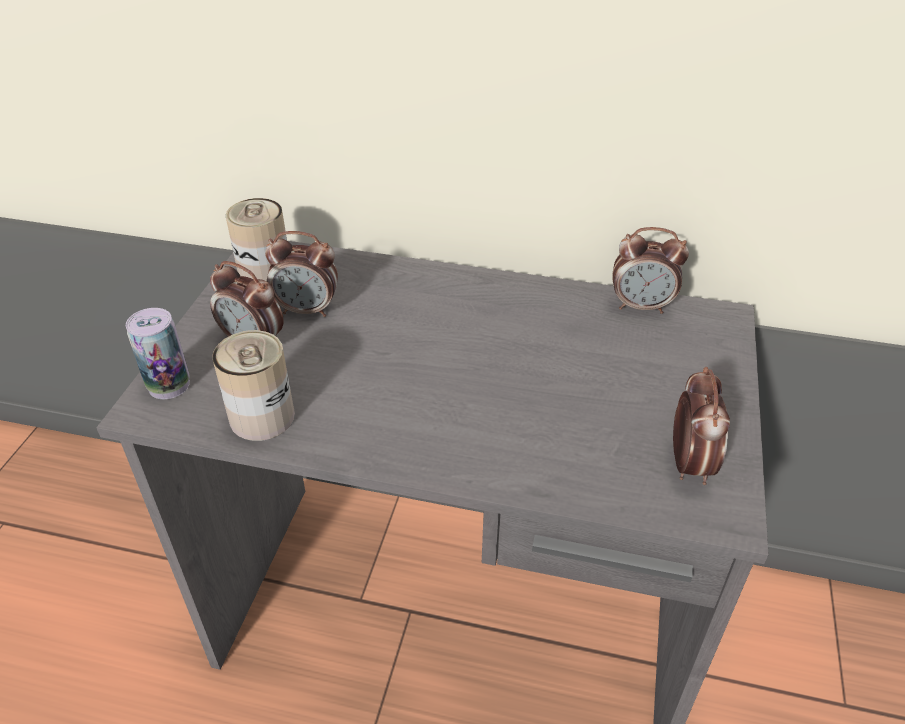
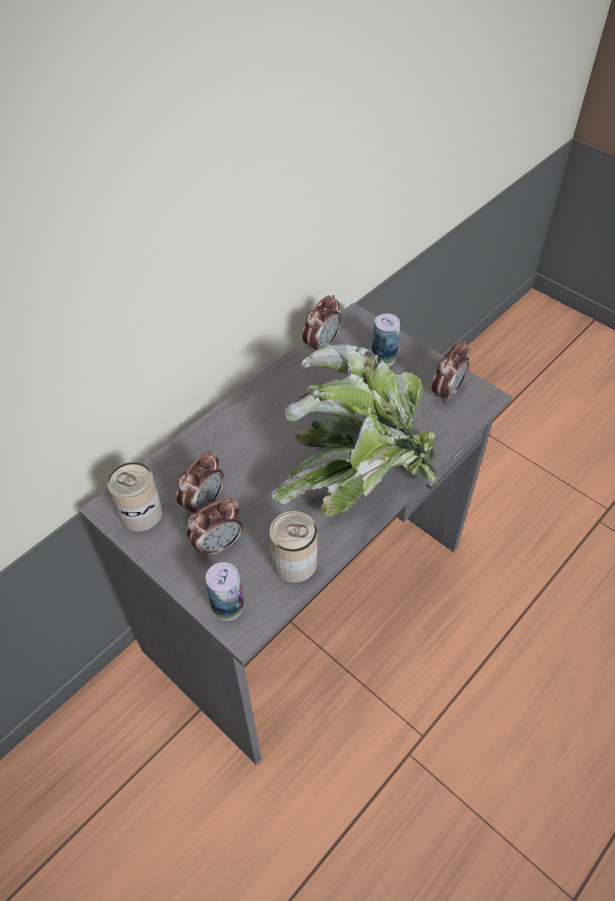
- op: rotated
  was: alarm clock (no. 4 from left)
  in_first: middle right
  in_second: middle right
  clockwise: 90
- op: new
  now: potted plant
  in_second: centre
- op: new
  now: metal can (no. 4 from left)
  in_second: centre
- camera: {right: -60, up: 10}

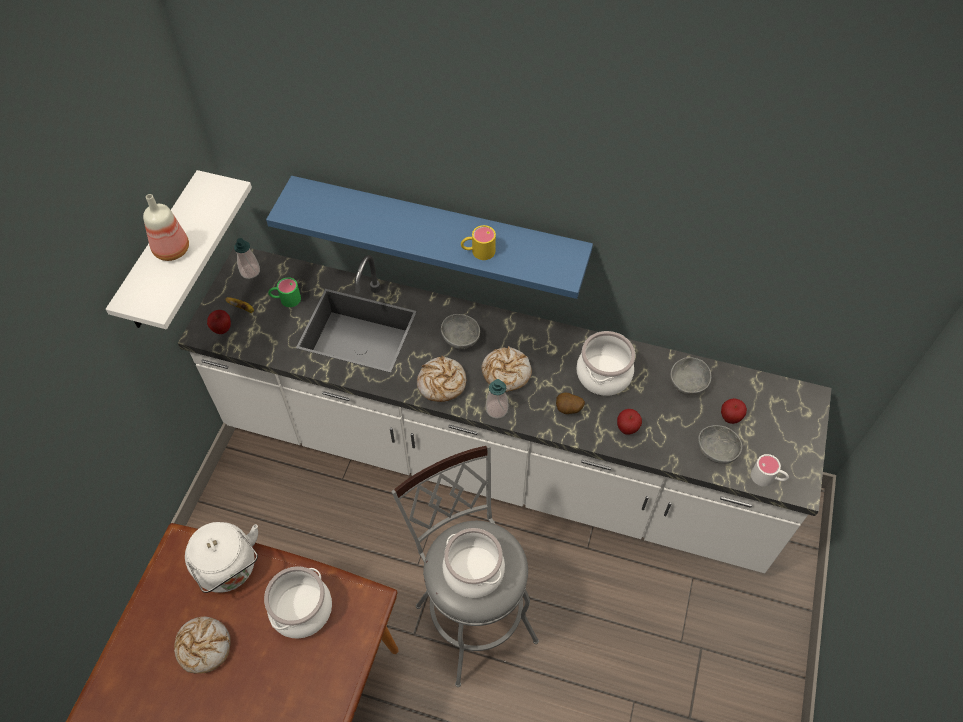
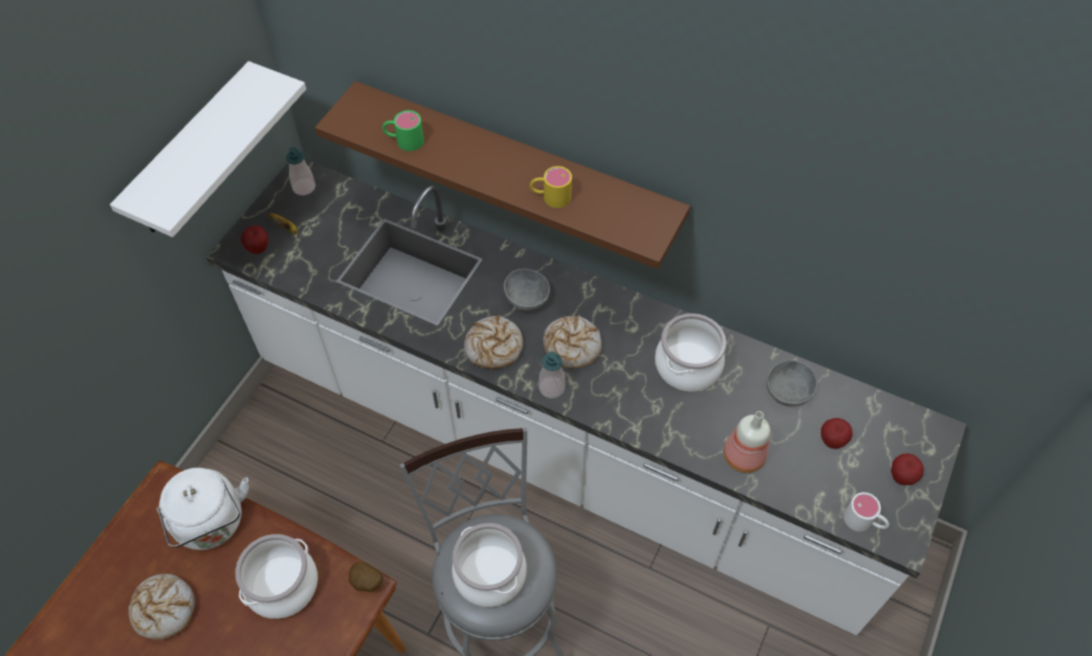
- op: shifted
  was: drink bottle
  in_first: top left
  in_second: bottom right
- op: repainted
  was: bluish shelf
  now: brownish shelf
  in_first: top centre
  in_second: top centre
- op: shifted
  was: green mug
  in_first: middle left
  in_second: top centre
- op: shifted
  was: spud
  in_first: centre
  in_second: bottom centre
- op: shifted
  was: apple (no. 2 from left in the first image)
  now: apple (no. 3 from left)
  in_first: centre
  in_second: bottom right
- op: gone
  was: greyish deep dish (no. 3 from left)
  in_first: middle right
- camera: {right: 10, up: 0}

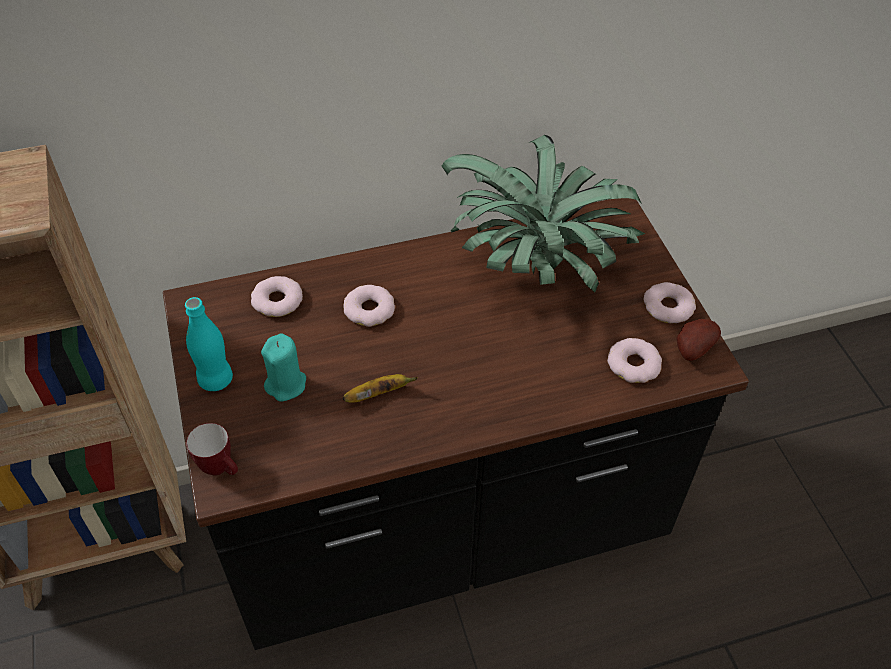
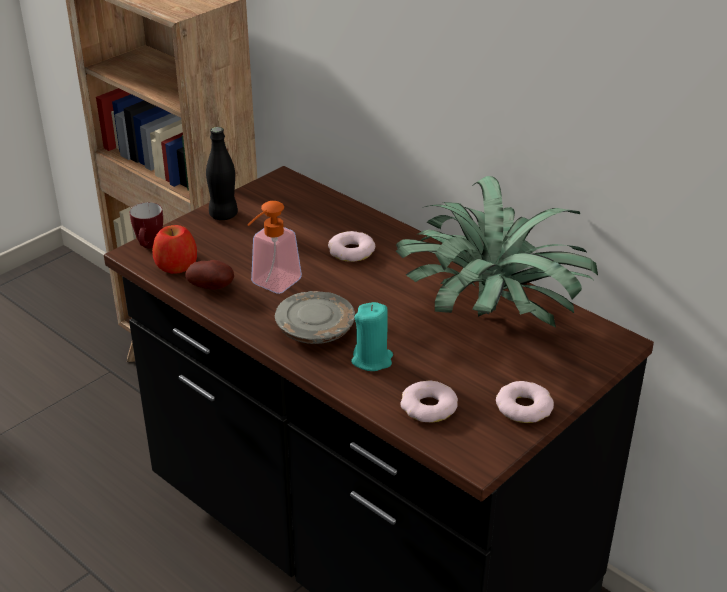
- op: repainted
  was: turquoise-coloured drink bottle
  now: blackish drink bottle
  in_first: middle left
  in_second: top left
- op: gone
  was: ring doughnut (no. 1 from left)
  in_first: middle left
- op: shifted
  was: turquoise-coloured candle
  in_first: middle left
  in_second: centre
- op: swapped
  was: banana
  now: liquid soap bottle
  in_first: centre
  in_second: centre
- op: shifted
  was: spud
  in_first: middle right
  in_second: middle left
- op: new
  now: apple
  in_second: middle left
- op: new
  now: greyish flat dish
  in_second: centre
- camera: {right: 60, up: -15}

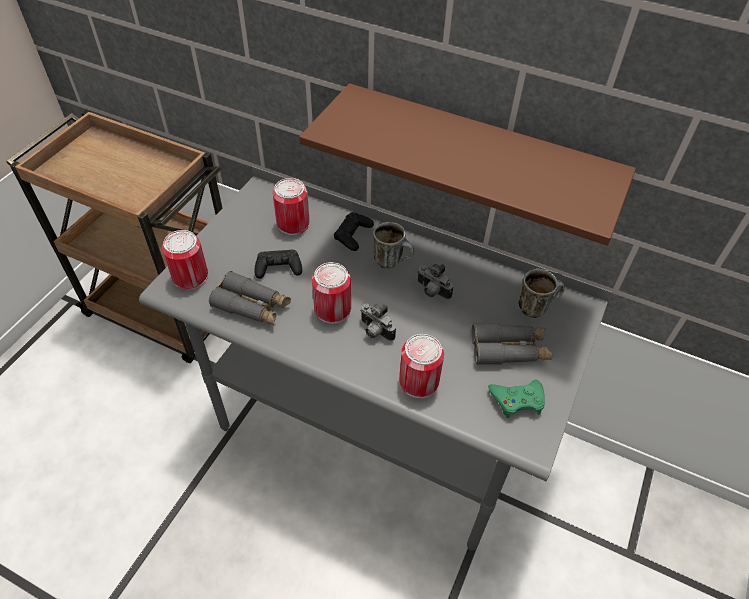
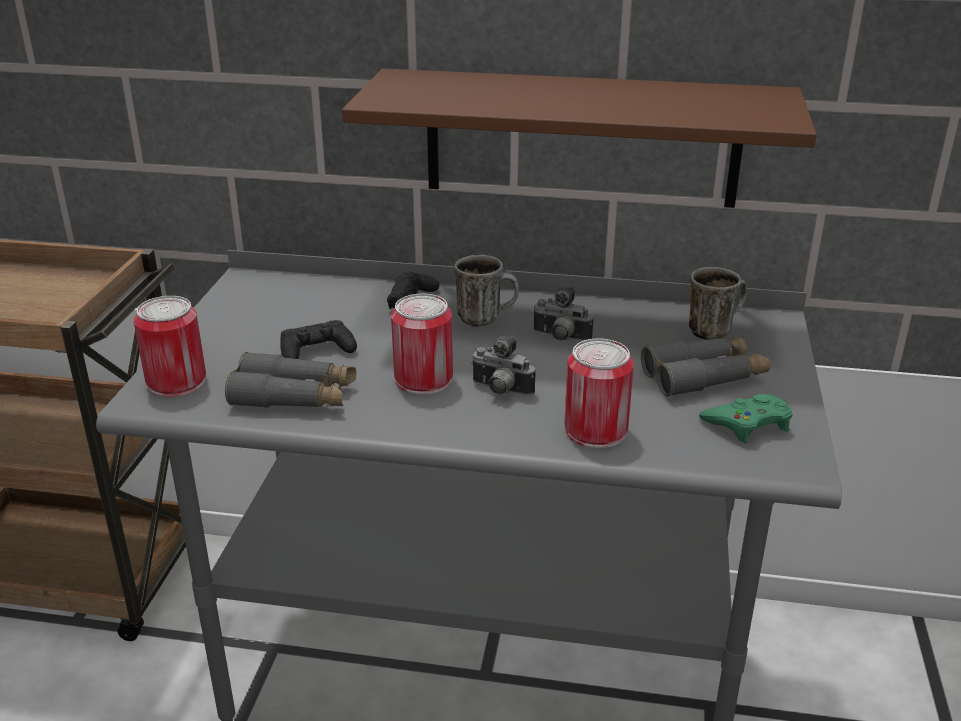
- op: gone
  was: metal can (no. 2 from left)
  in_first: centre
- camera: {right: -15, up: -20}

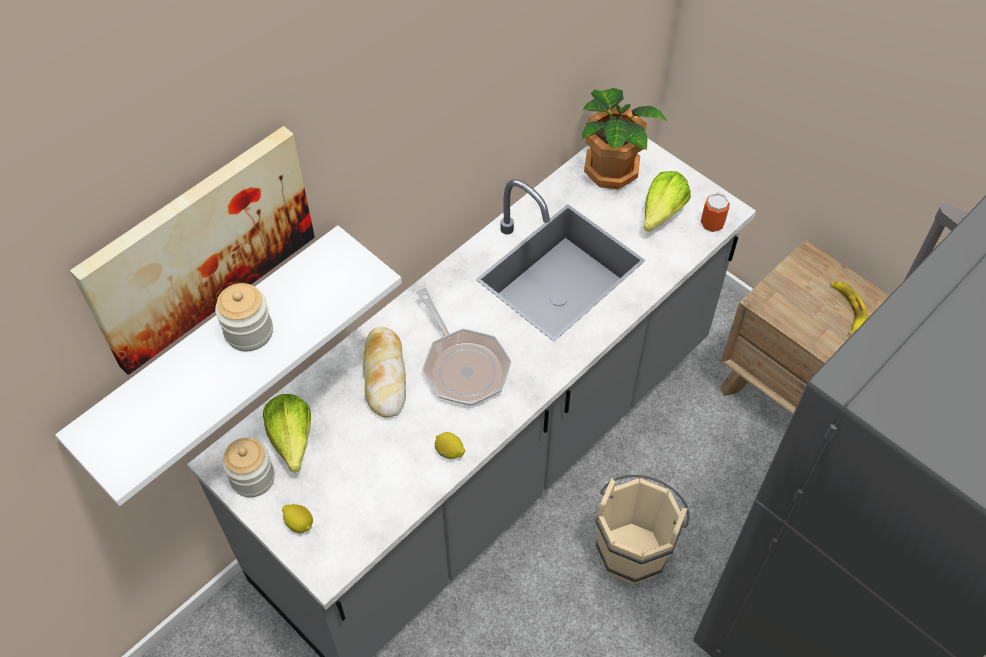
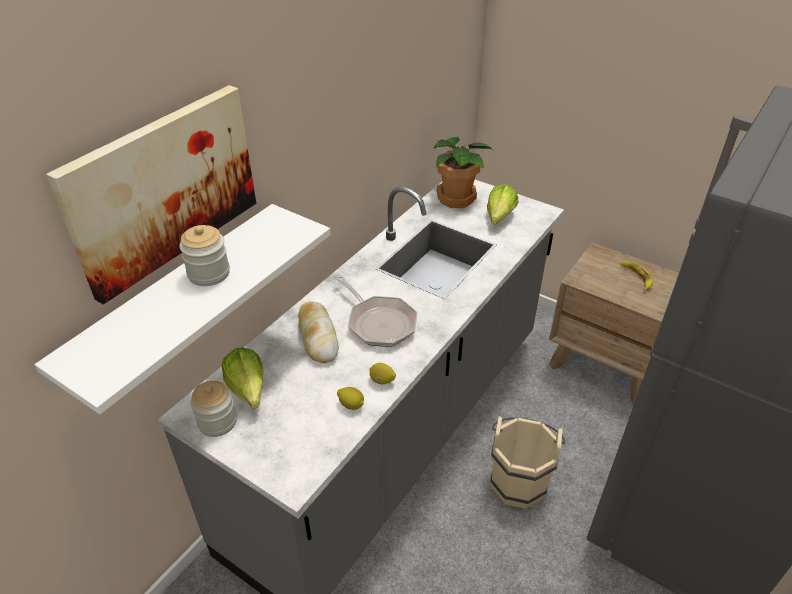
- op: shifted
  was: citrus fruit (no. 1 from left)
  in_first: bottom left
  in_second: bottom centre
- op: gone
  was: metal can
  in_first: top right
- camera: {right: -10, up: -15}

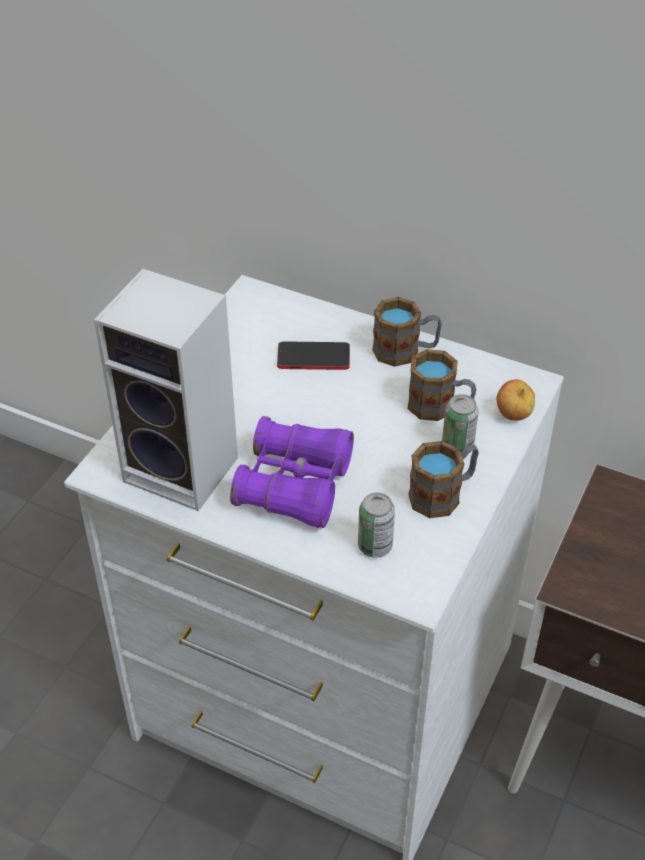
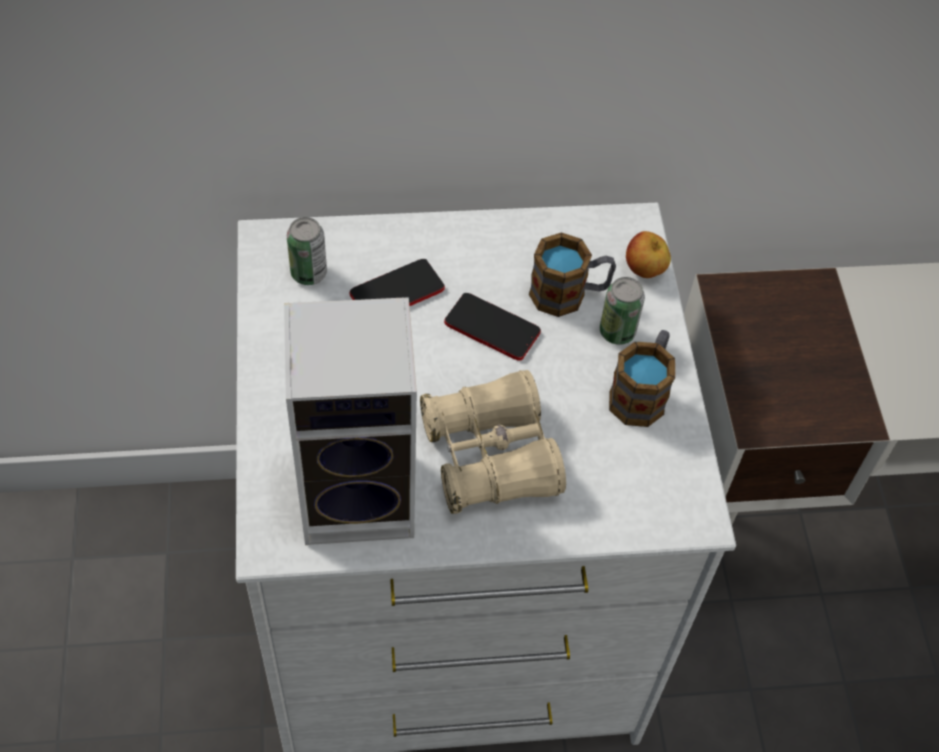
- op: repainted
  was: purple pair of binoculars
  now: sand-coloured pair of binoculars
  in_first: centre
  in_second: centre
- op: shifted
  was: metal can (no. 1 from left)
  in_first: centre
  in_second: middle left
- op: gone
  was: mug (no. 1 from left)
  in_first: centre
- op: new
  now: telephone (no. 2 from left)
  in_second: centre
- camera: {right: -35, up: 10}

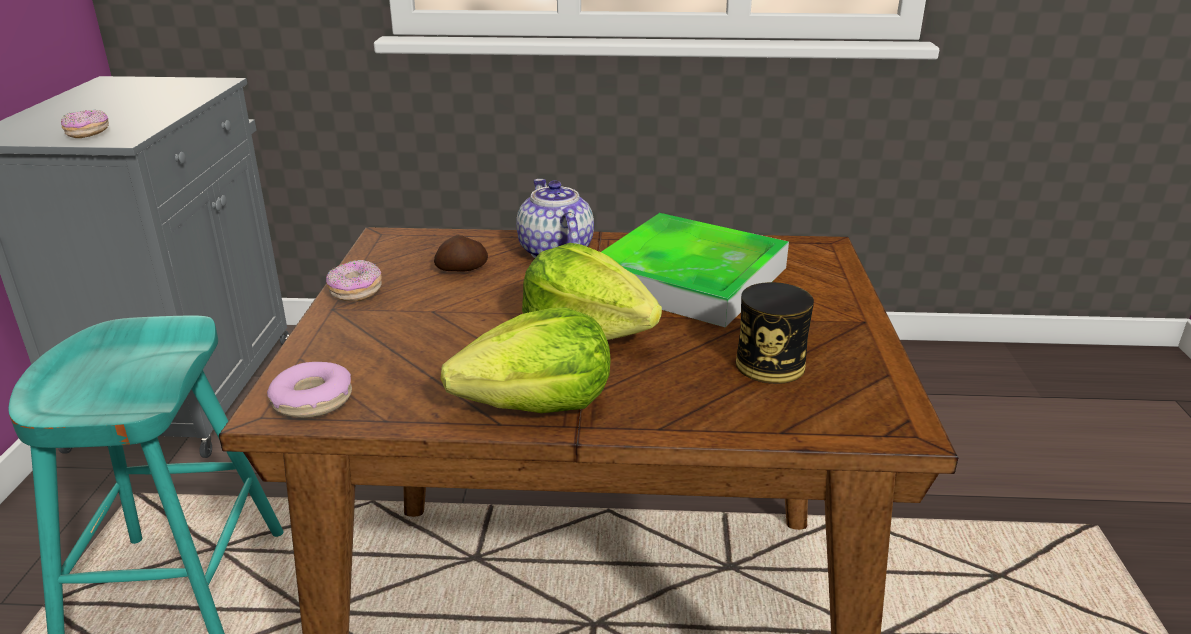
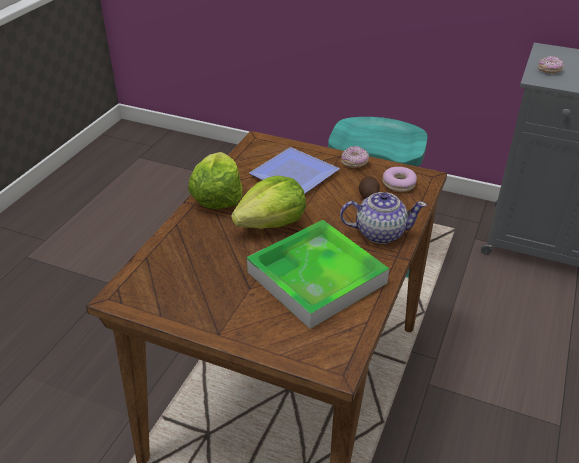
- op: shifted
  was: ring doughnut (no. 2 from left)
  in_first: middle left
  in_second: middle right
- op: gone
  was: metal can
  in_first: centre
- op: new
  now: flat dish
  in_second: centre
- camera: {right: 110, up: 10}

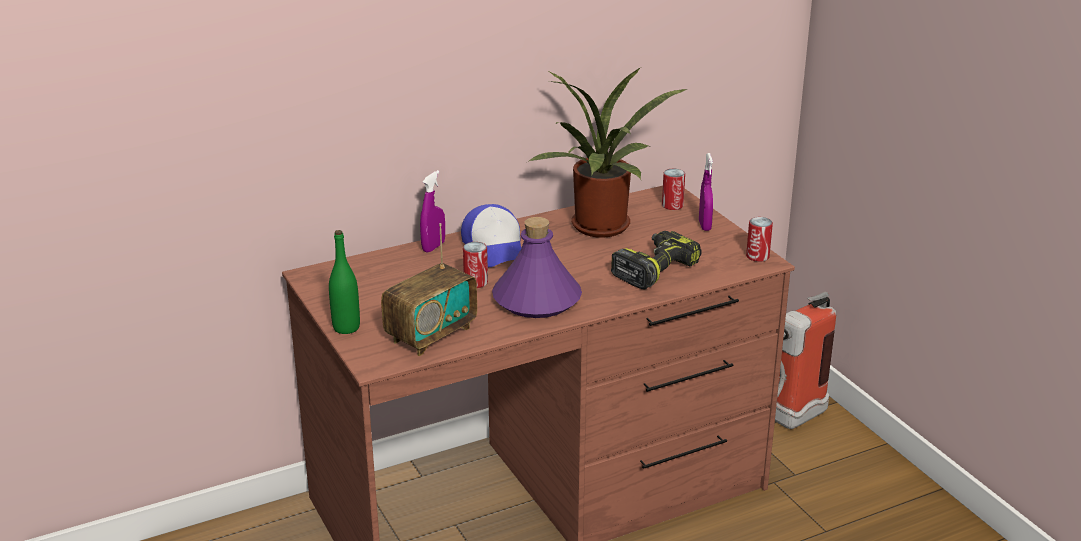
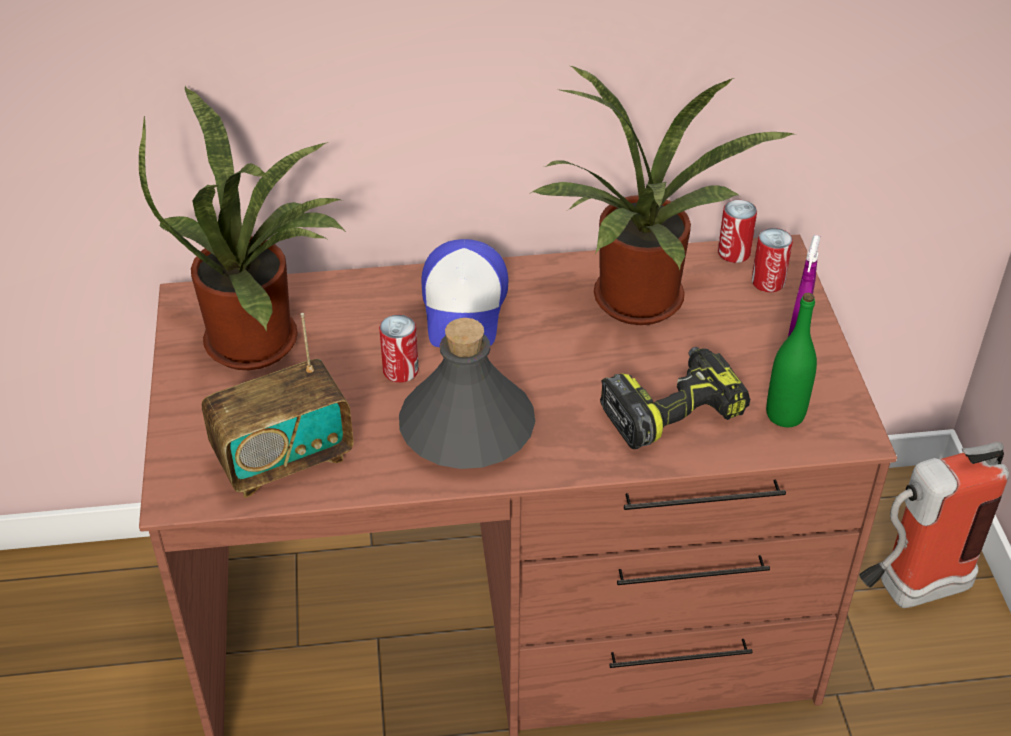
- op: shifted
  was: green drink bottle
  in_first: middle left
  in_second: middle right
- op: gone
  was: purple spray bottle (no. 1 from left)
  in_first: centre
- op: repainted
  was: purple drink bottle
  now: greyish drink bottle
  in_first: centre
  in_second: centre
- op: shifted
  was: metal can (no. 3 from left in the first image)
  now: metal can (no. 2 from left)
  in_first: middle right
  in_second: top right
- op: new
  now: potted plant (no. 1 from left)
  in_second: top left
- camera: {right: 20, up: 15}

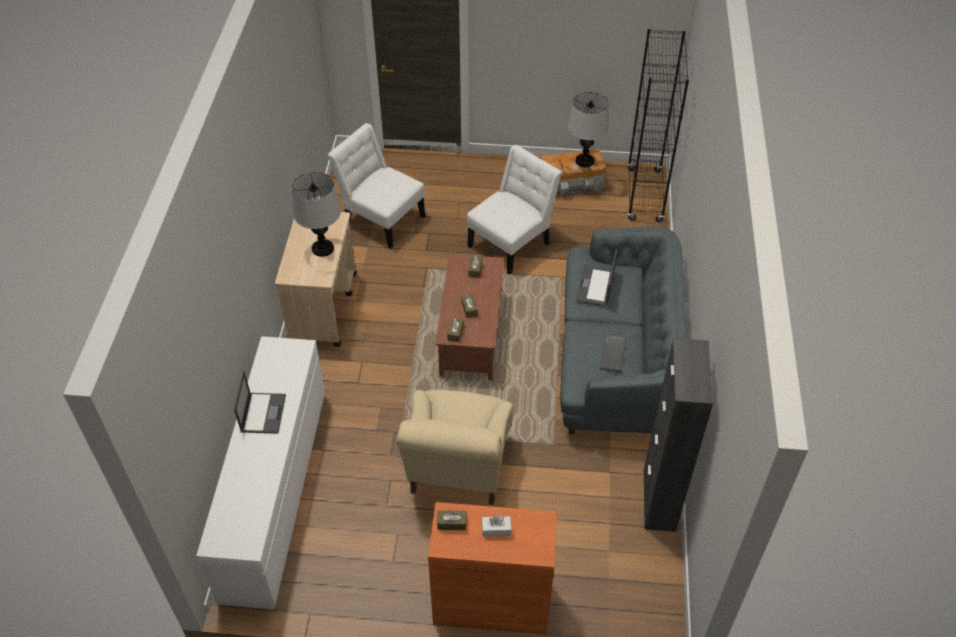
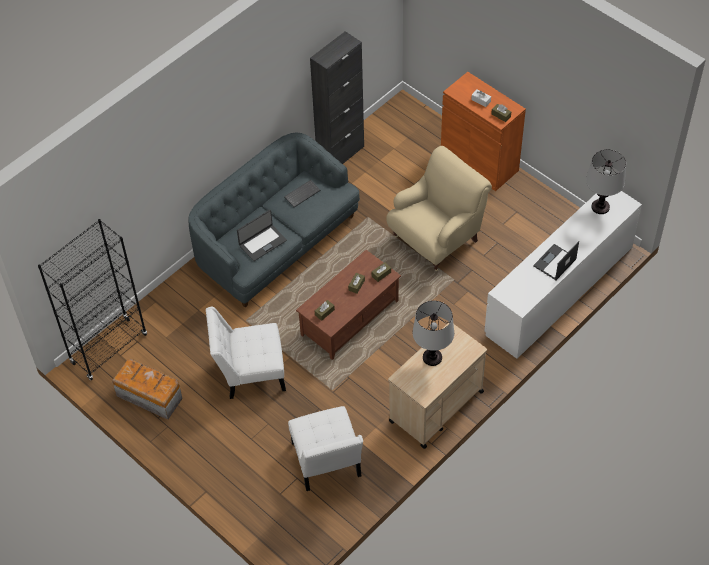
- op: shifted
  was: lamp for a table (no. 2 from left)
  in_first: top centre
  in_second: top right
- camera: {right: -140, up: 5}

